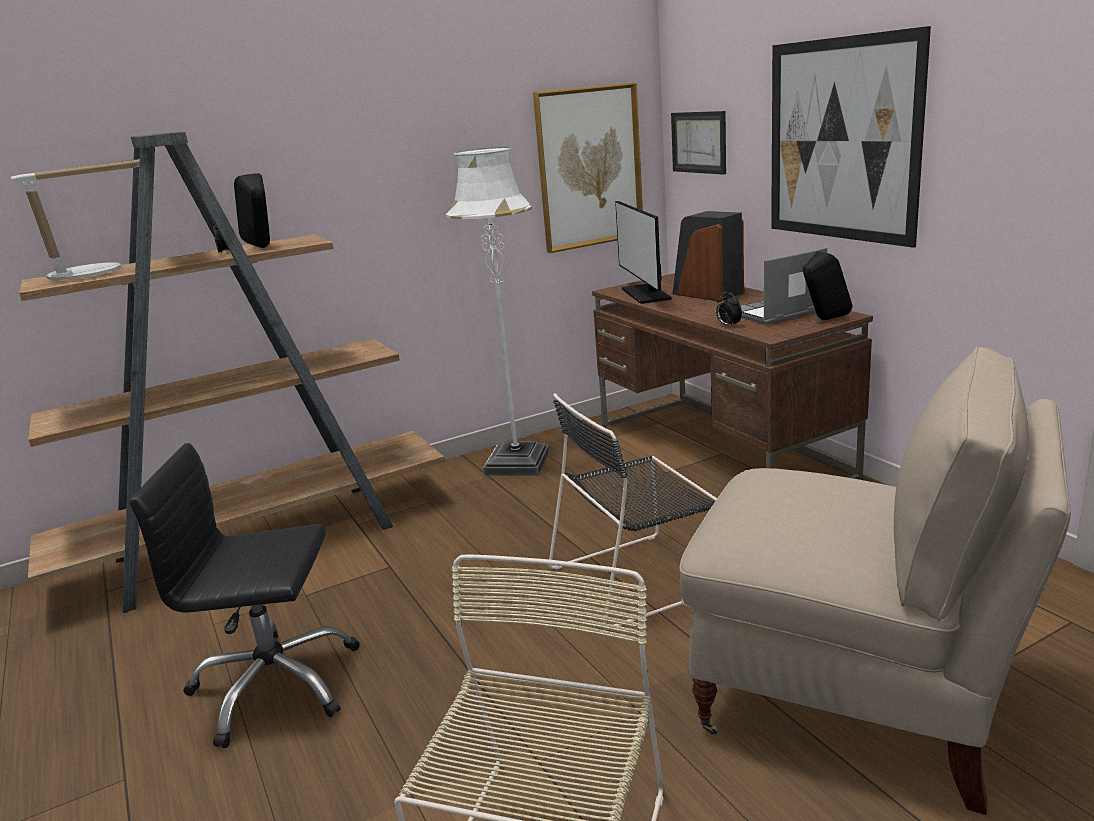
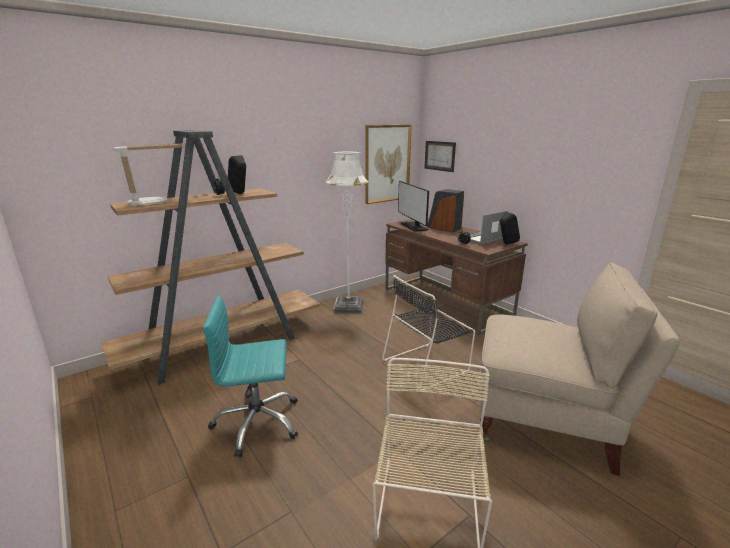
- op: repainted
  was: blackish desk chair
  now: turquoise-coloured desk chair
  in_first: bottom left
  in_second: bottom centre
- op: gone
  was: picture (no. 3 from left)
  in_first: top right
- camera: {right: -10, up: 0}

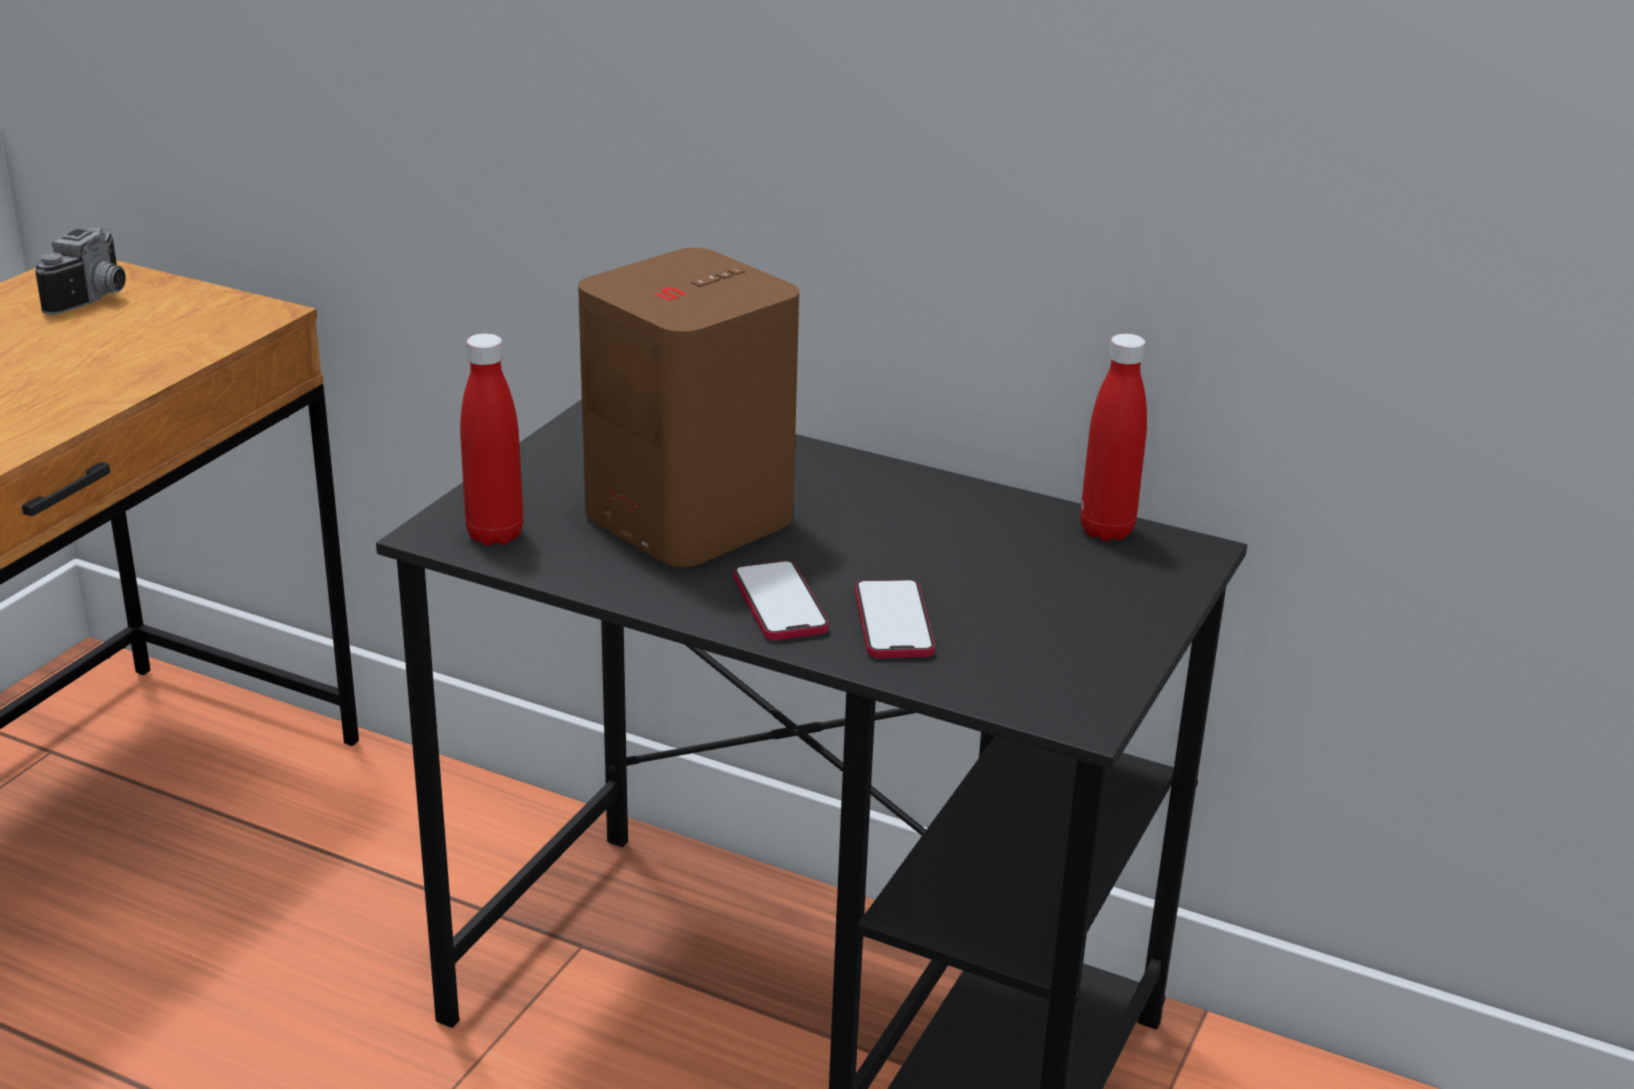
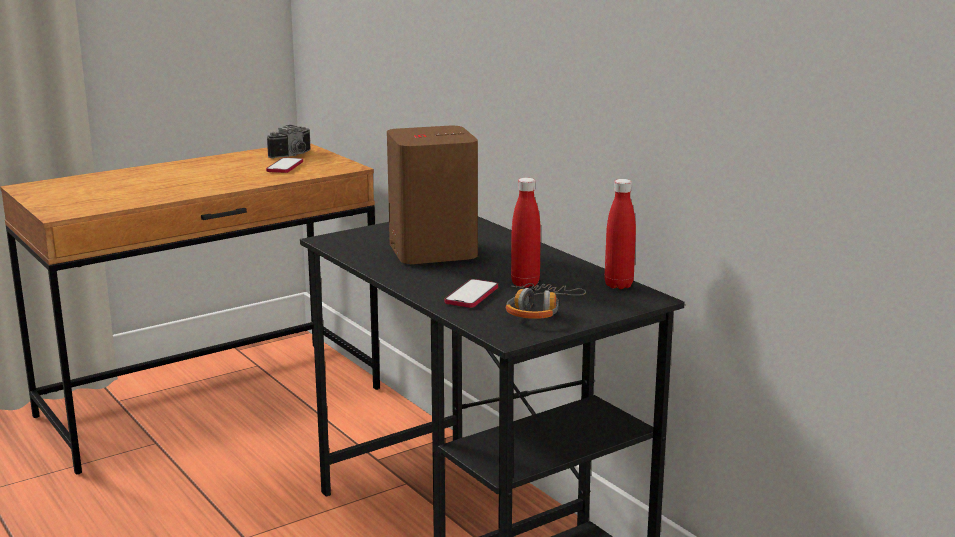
- op: shifted
  was: red-coloured drink bottle (no. 1 from left)
  in_first: middle left
  in_second: centre
- op: shifted
  was: telephone (no. 1 from left)
  in_first: centre
  in_second: top left
- op: new
  now: headset
  in_second: centre
- camera: {right: 30, up: -10}

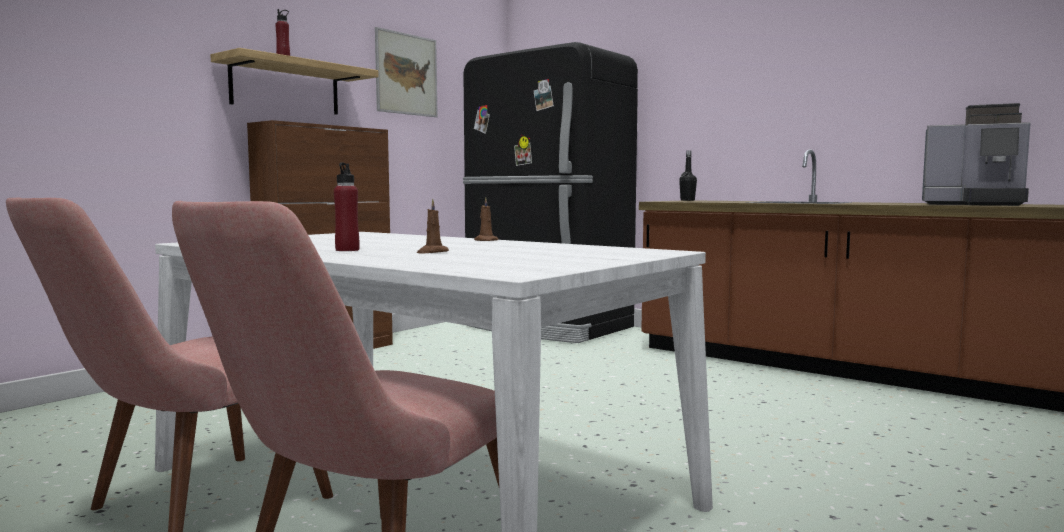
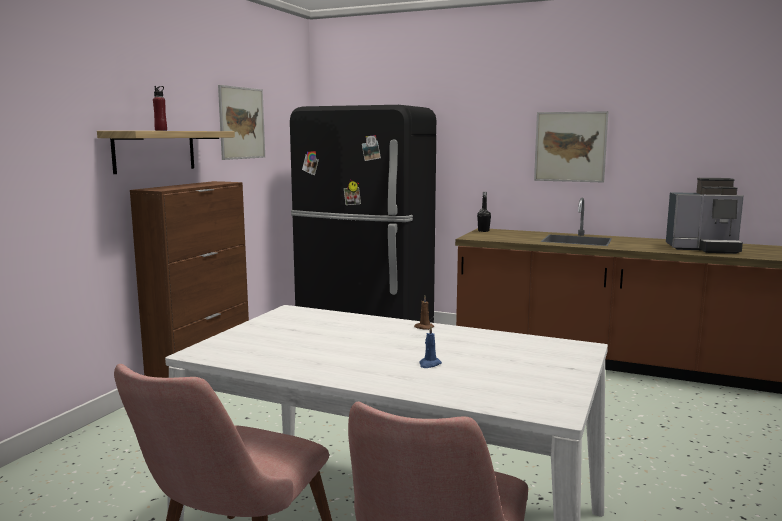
- op: gone
  was: red-coloured drink bottle (no. 2 from left)
  in_first: middle left
- op: repainted
  was: brownish candle (no. 1 from left)
  now: bluish candle
  in_first: centre
  in_second: centre
- op: new
  now: picture (no. 2 from left)
  in_second: top right
- camera: {right: -15, up: 5}

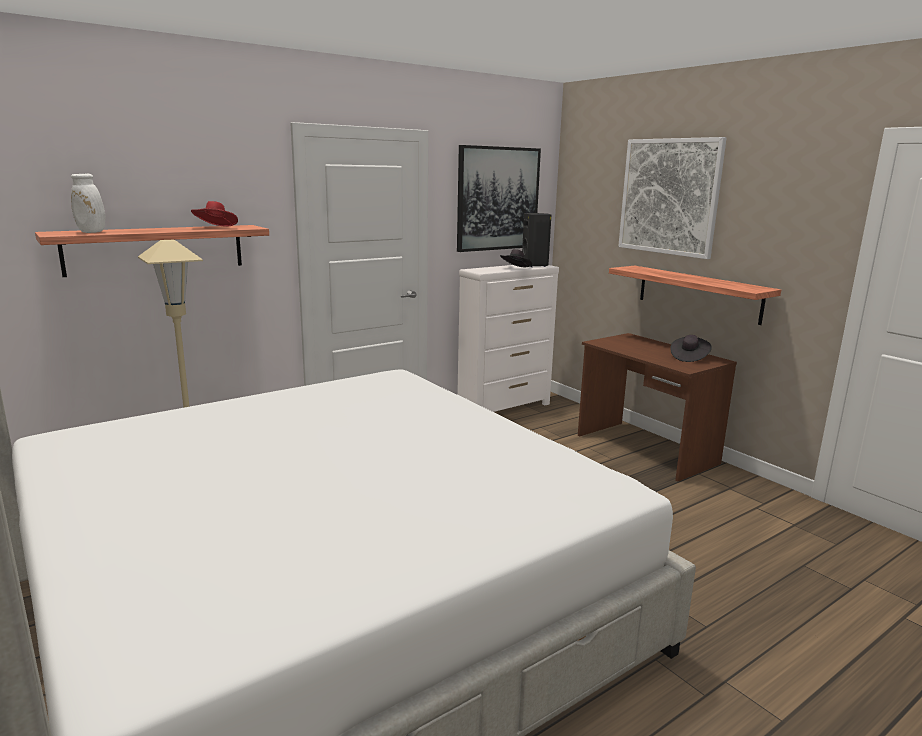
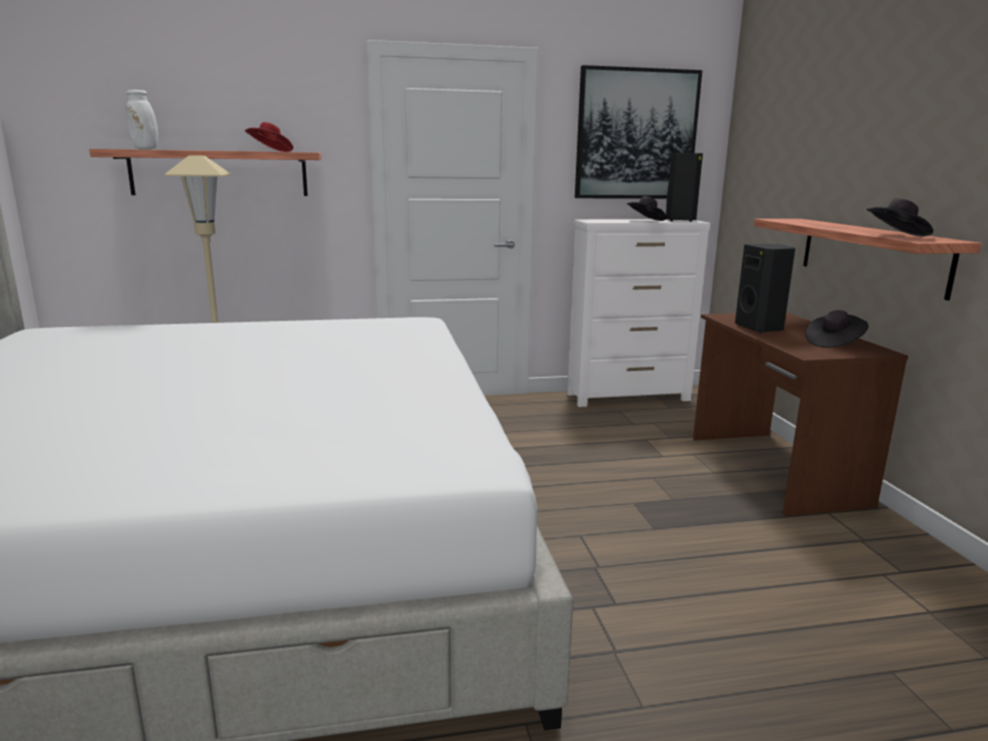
- op: gone
  was: picture (no. 2 from left)
  in_first: top right
- op: new
  now: blackish speaker (no. 2 from left)
  in_second: middle right
- op: new
  now: blackish wearable hat (no. 3 from left)
  in_second: top right
- camera: {right: 25, up: 0}

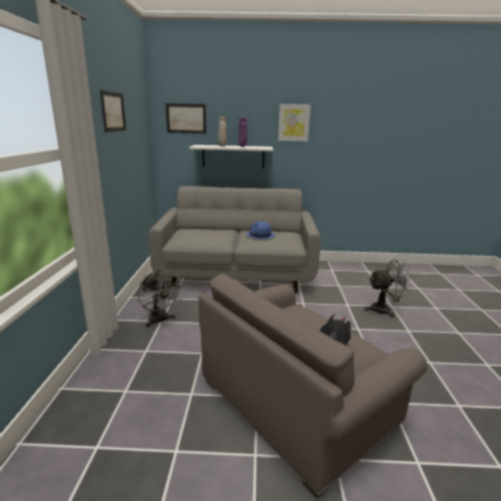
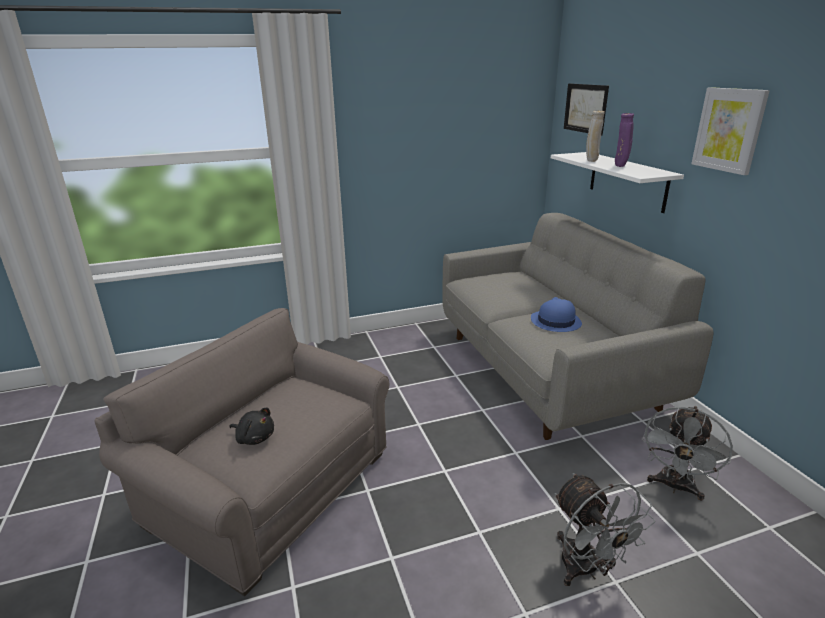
- op: gone
  was: picture (no. 1 from left)
  in_first: top left
- op: shifted
  was: greyish fan (no. 1 from left in the first image)
  now: greyish fan (no. 2 from left)
  in_first: middle left
  in_second: bottom right
- camera: {right: 70, up: 5}

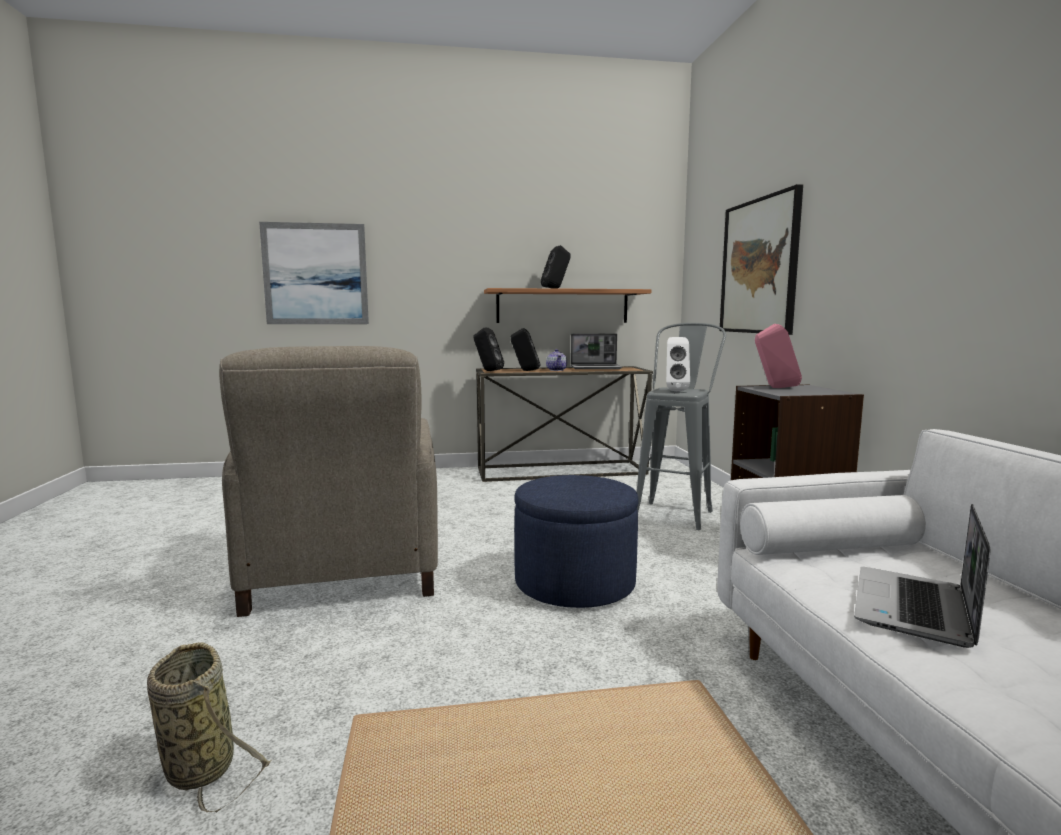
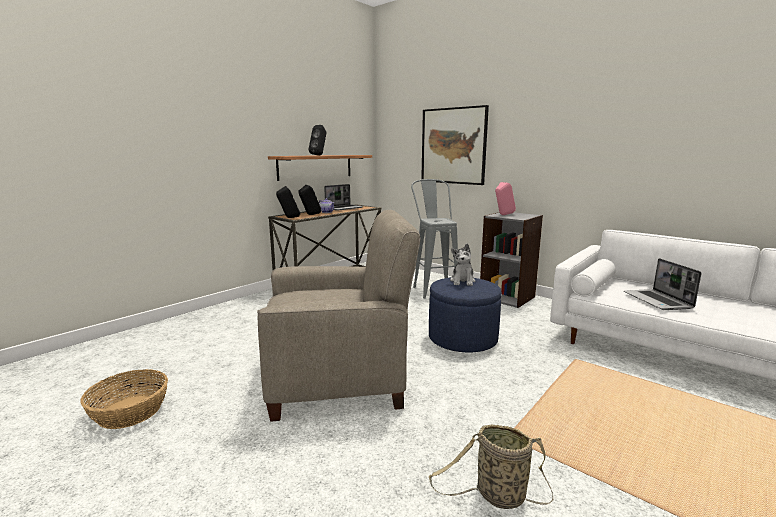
- op: rotated
  was: sand-coloured easy chair
  in_first: middle left
  in_second: centre
  clockwise: -45
- op: gone
  was: picture (no. 1 from left)
  in_first: top left
- op: gone
  was: whitish speaker
  in_first: centre
- op: new
  now: household basket (no. 1 from left)
  in_second: bottom left
- op: new
  now: plush toy
  in_second: centre
- camera: {right: -40, up: 5}

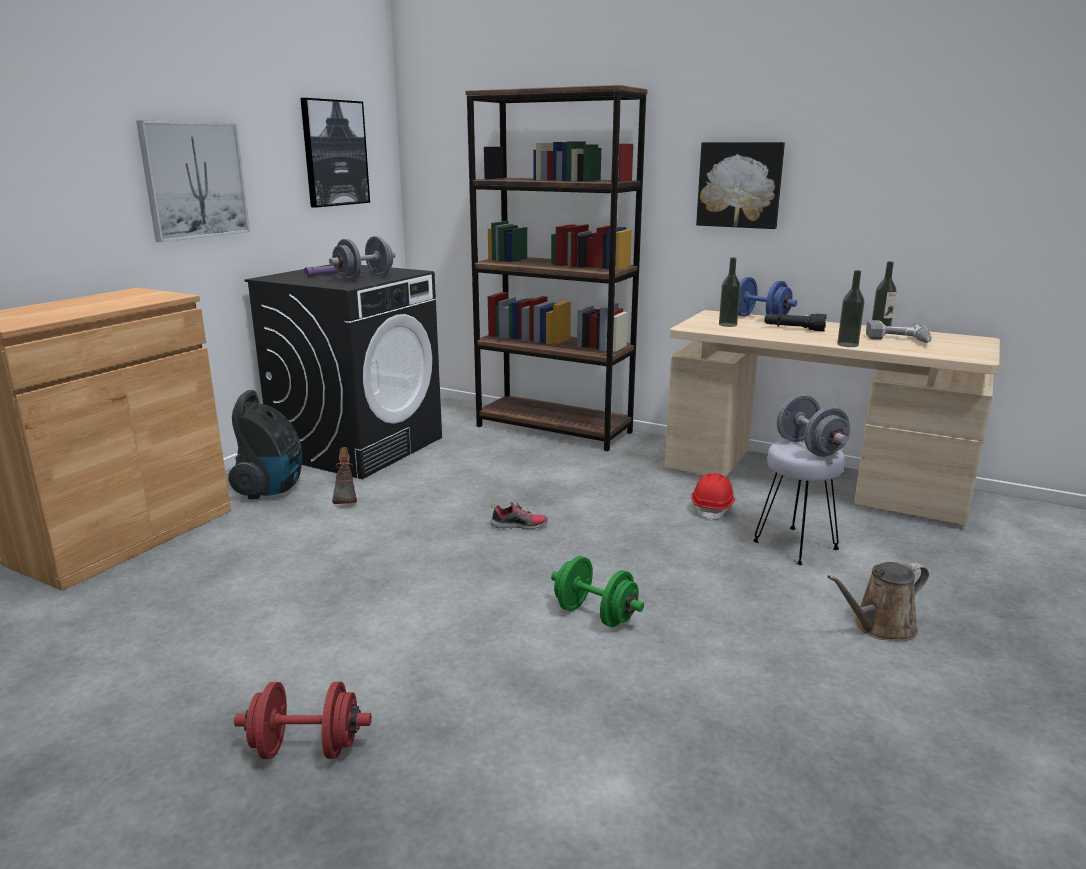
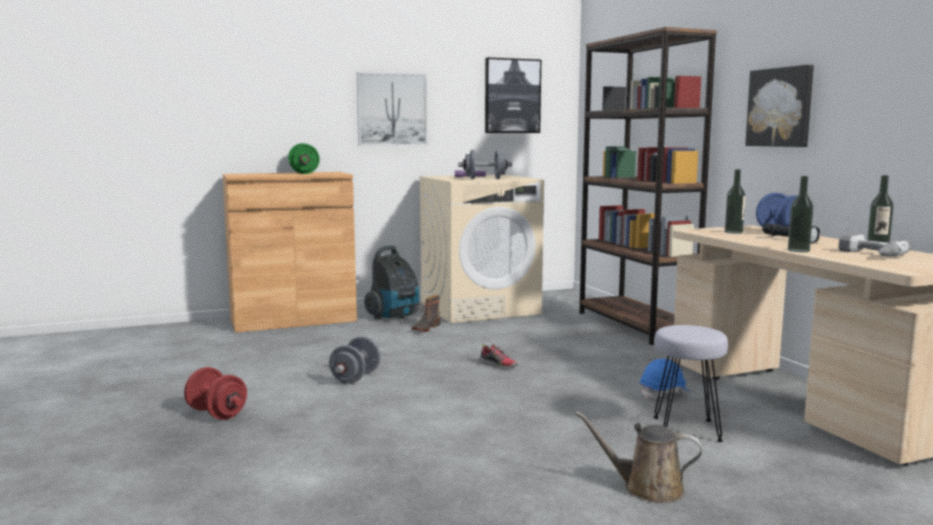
- op: repainted
  was: blackish washing machine
  now: sand-coloured washing machine
  in_first: middle left
  in_second: centre
- op: shifted
  was: green free weight
  in_first: bottom centre
  in_second: top left
- op: repainted
  was: red-coloured hard hat
  now: bluish hard hat
  in_first: centre
  in_second: bottom right
- op: shifted
  was: greyish free weight (no. 2 from left in the first image)
  now: greyish free weight (no. 1 from left)
  in_first: middle right
  in_second: bottom centre
- camera: {right: 40, up: -10}

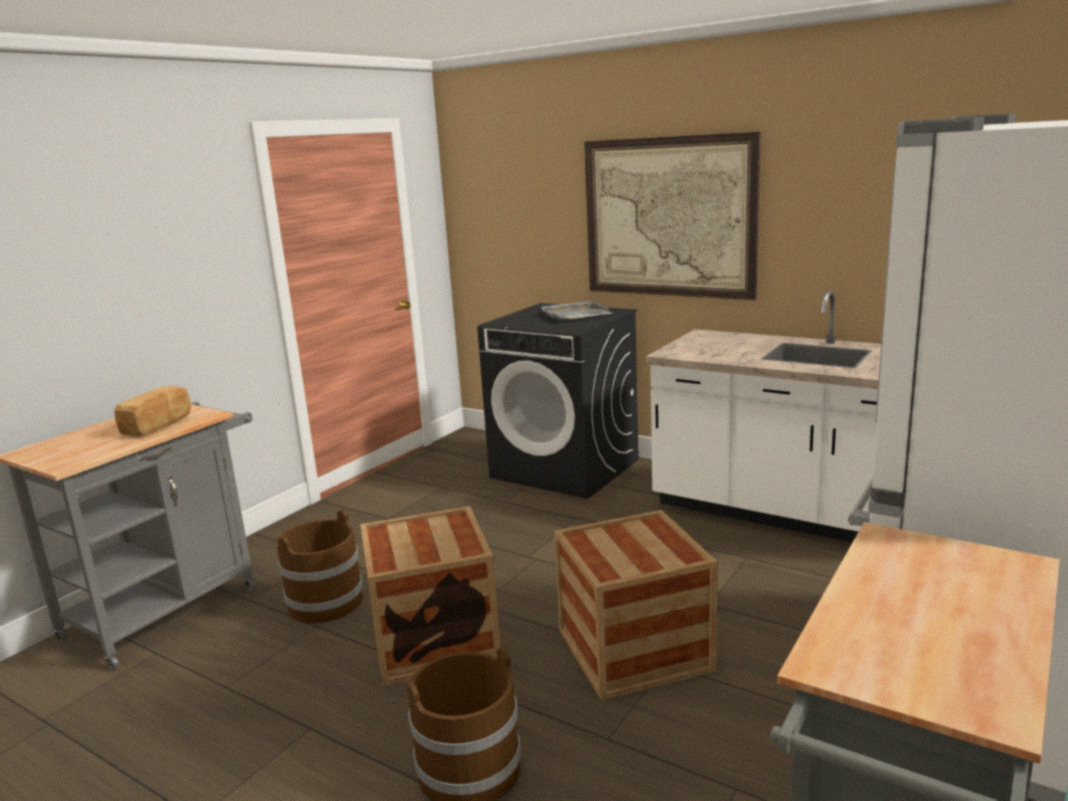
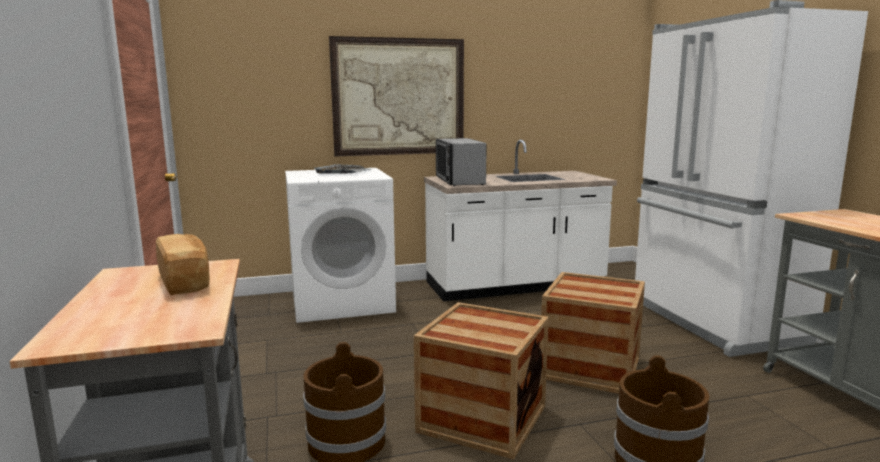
- op: repainted
  was: blackish washing machine
  now: whitish washing machine
  in_first: centre
  in_second: centre
- op: new
  now: kitchen microwave
  in_second: centre
- camera: {right: -50, up: -5}

